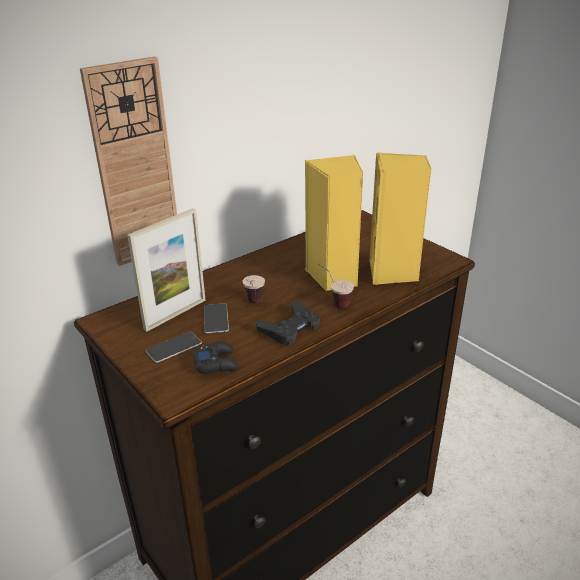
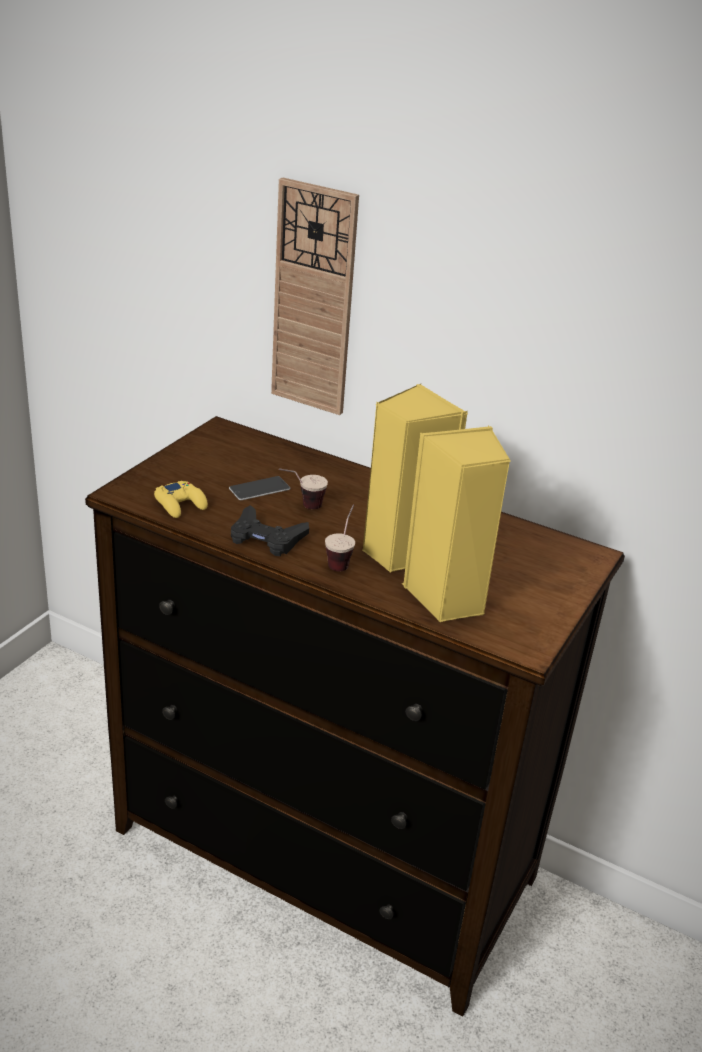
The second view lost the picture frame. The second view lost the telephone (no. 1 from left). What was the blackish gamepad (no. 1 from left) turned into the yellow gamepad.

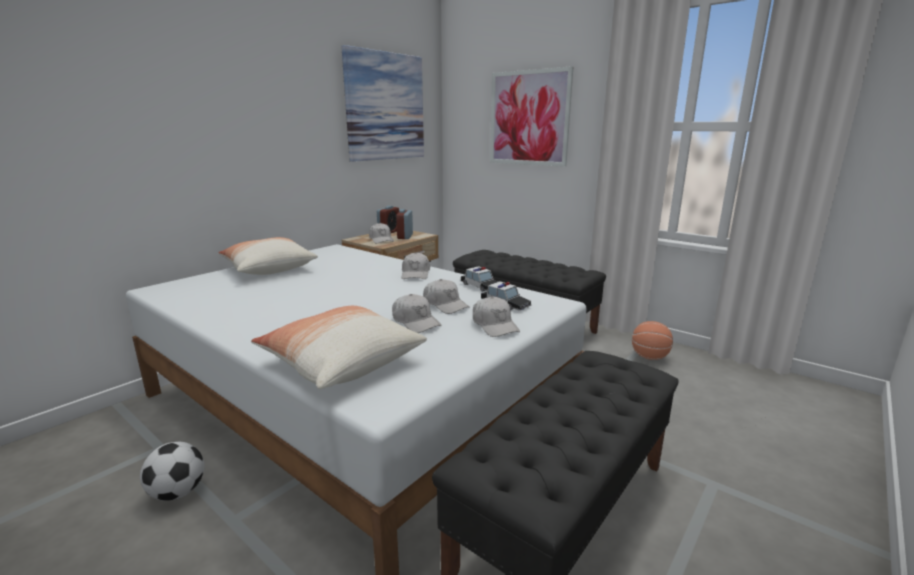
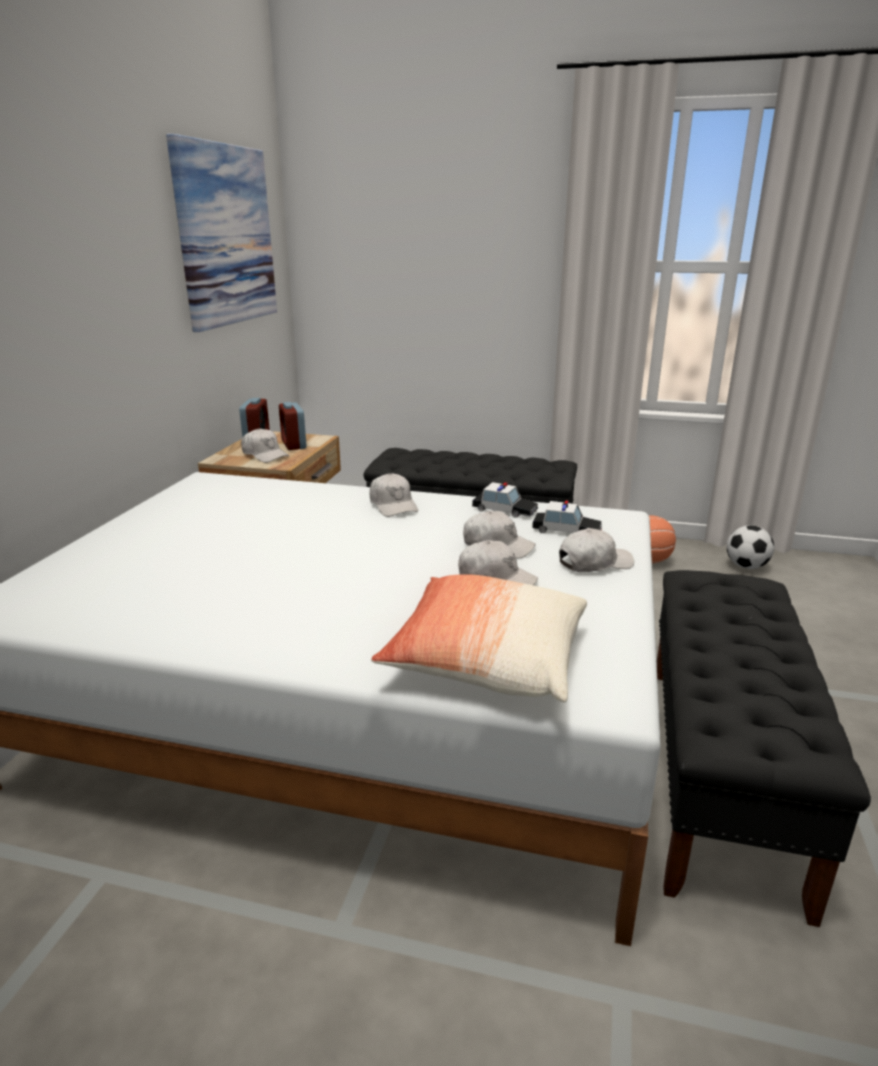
The second view lost the wall art (no. 2 from left). The second view lost the throw pillow (no. 1 from left). The whitish peaked cap (no. 5 from left) ended up facing another way, 60 degrees counterclockwise from before. The football ball ended up elsewhere.

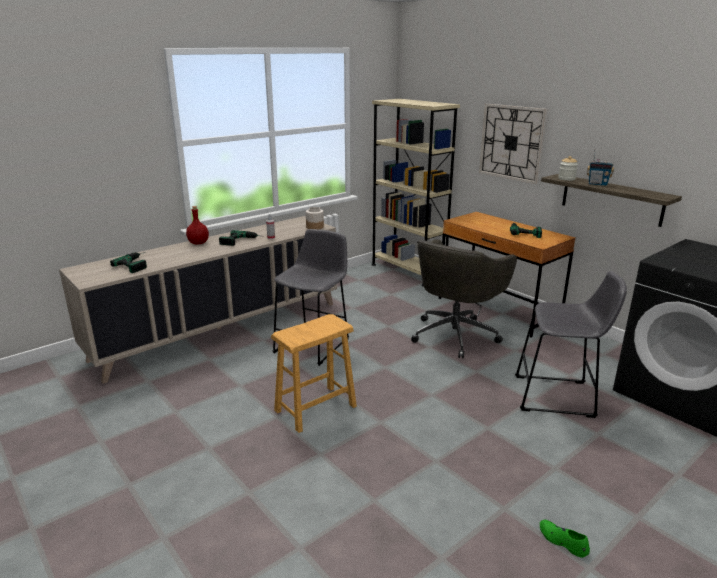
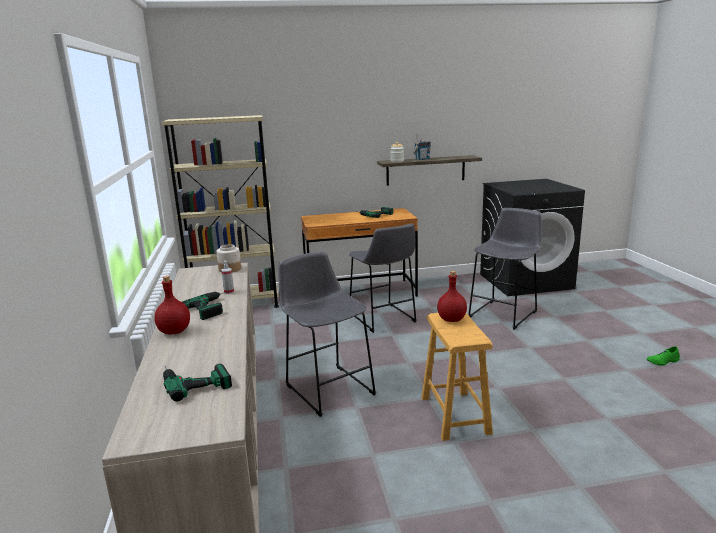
The second view lost the wall clock. Where the gray office chair stood, the gray sitting stool (no. 2 from left) came to stand. The second view gained the red-coloured bottle (no. 2 from left).

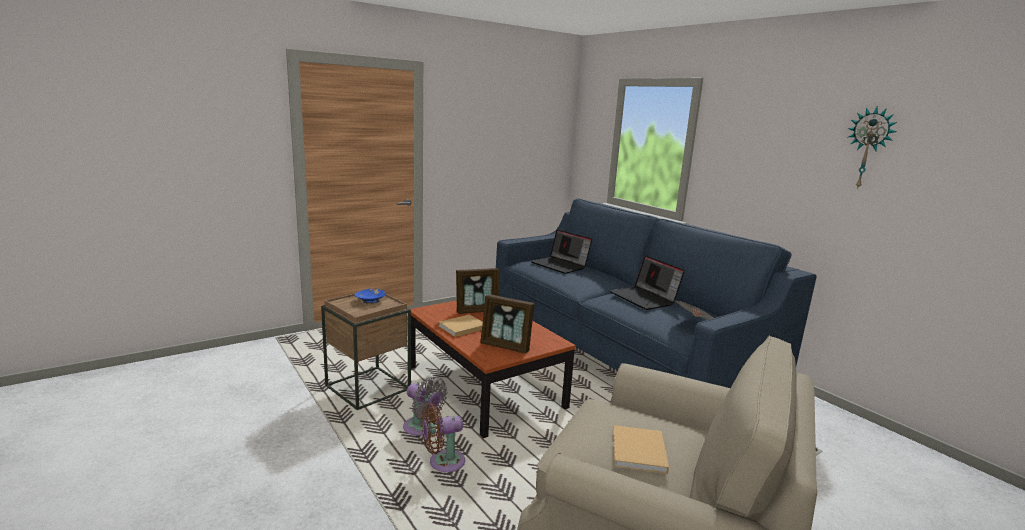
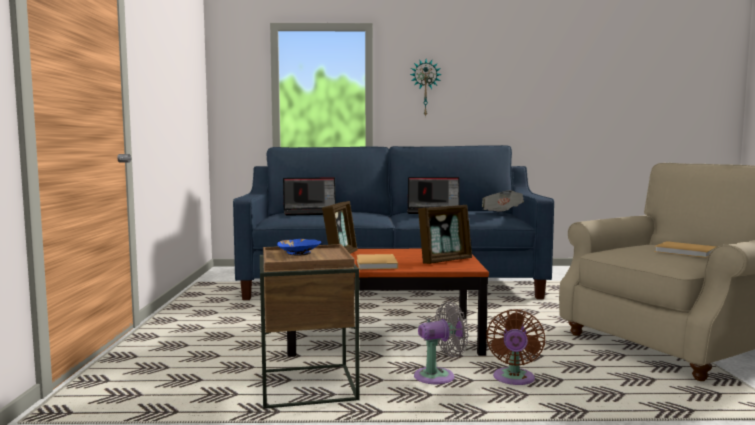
The wall clock ended up elsewhere.

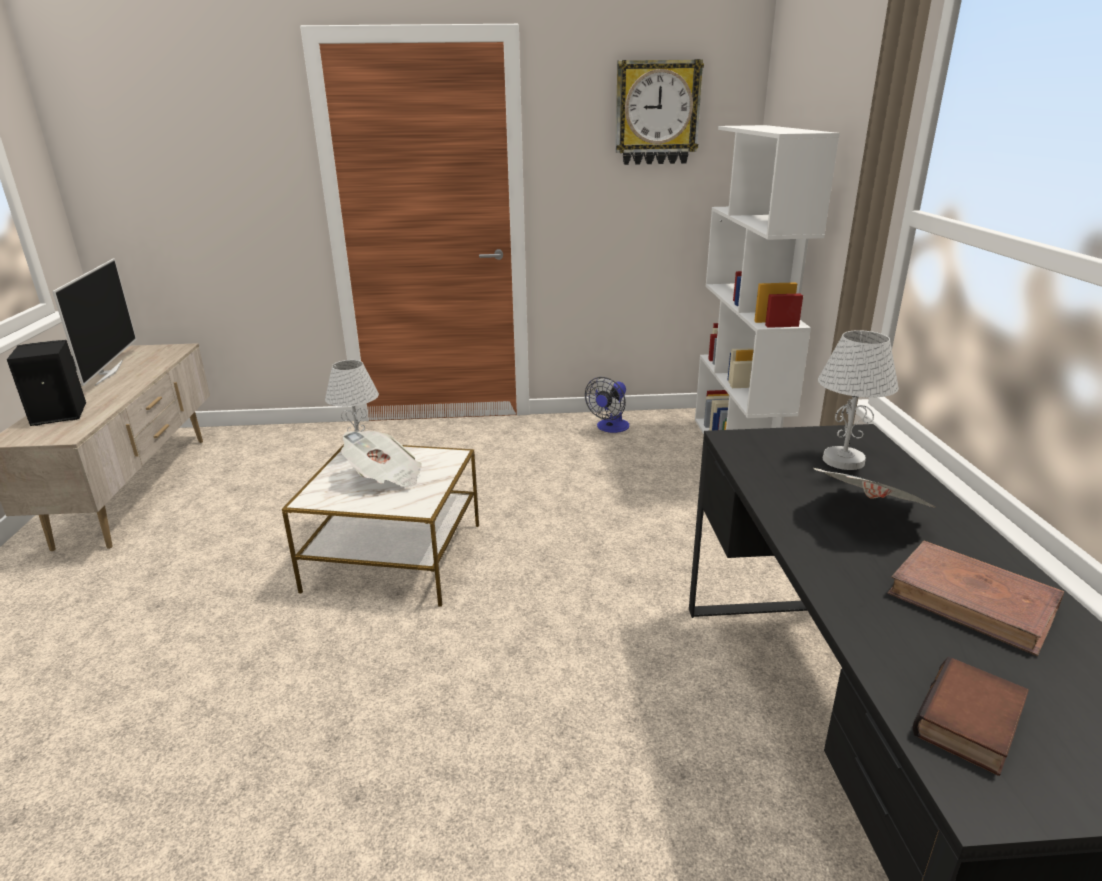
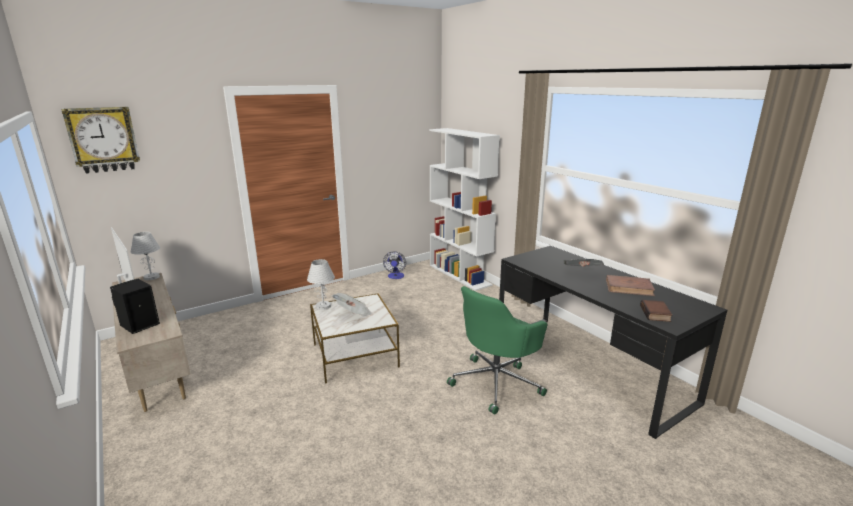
The wall clock ended up elsewhere. The whitish lamp for a table (no. 2 from left in the first image) ended up elsewhere. The second view gained the green office chair.

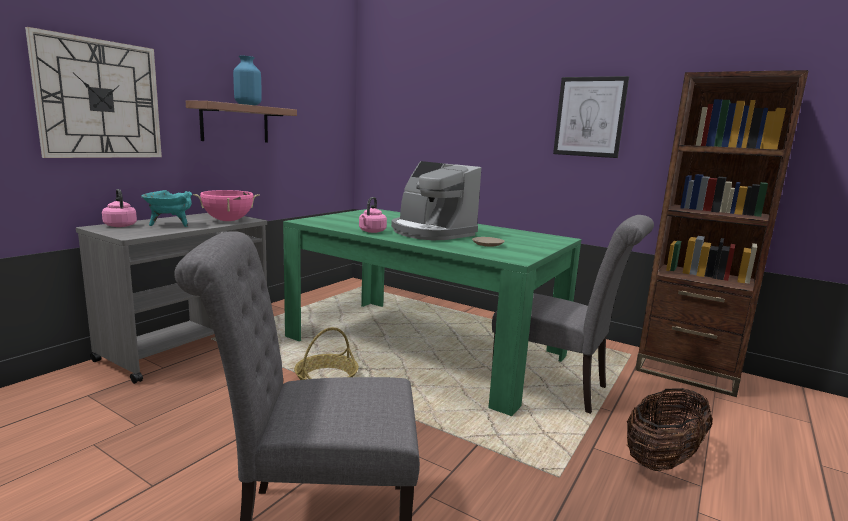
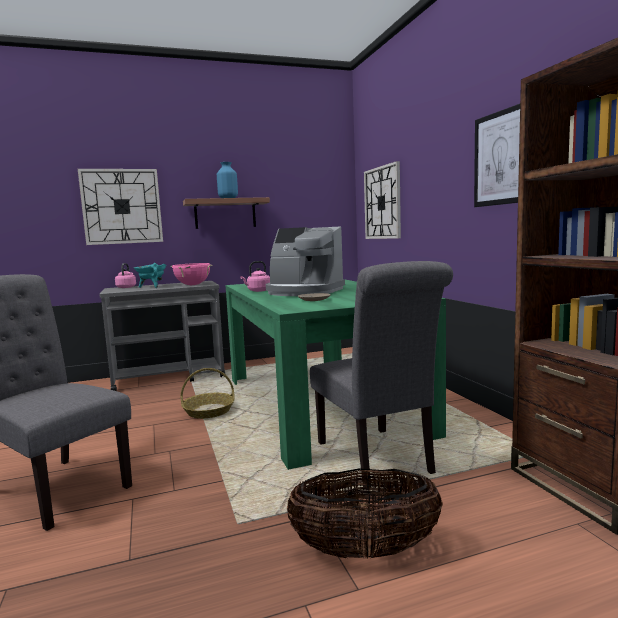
The coffee machine ended up facing another way, 60 degrees counterclockwise from before. The second view gained the wall clock (no. 2 from left).

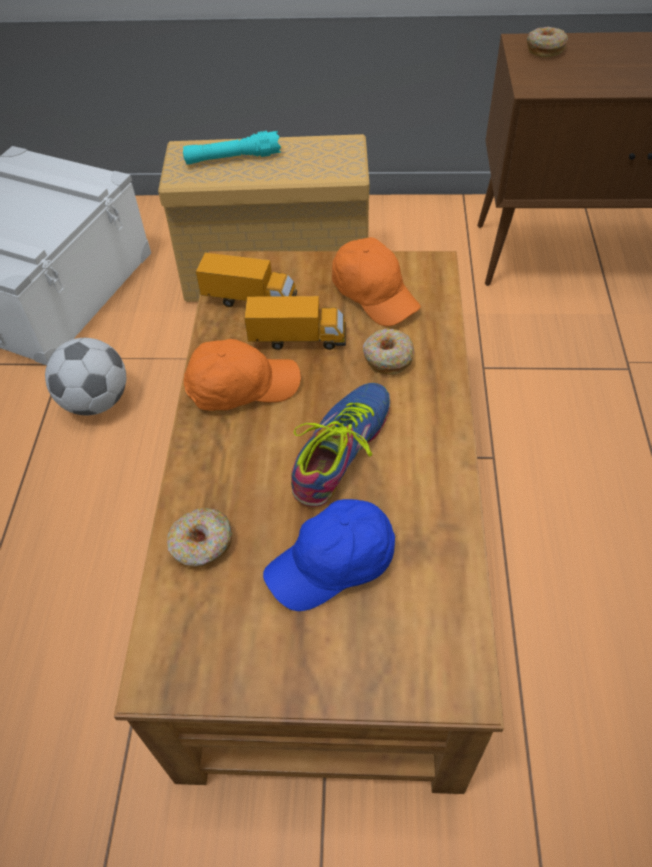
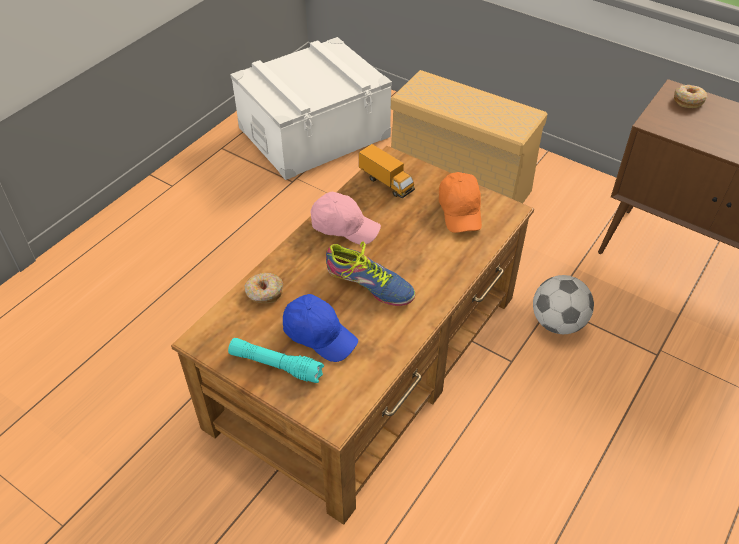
The blue-green torch ended up elsewhere. The second view lost the toy lorry (no. 2 from left). The second view lost the donut (no. 2 from left). The football ball ended up elsewhere. What was the orange peaked cap (no. 1 from left) turned into the pink peaked cap. The low shoe ended up facing another way, 60 degrees clockwise from before. The bluish peaked cap ended up facing another way, 150 degrees counterclockwise from before.

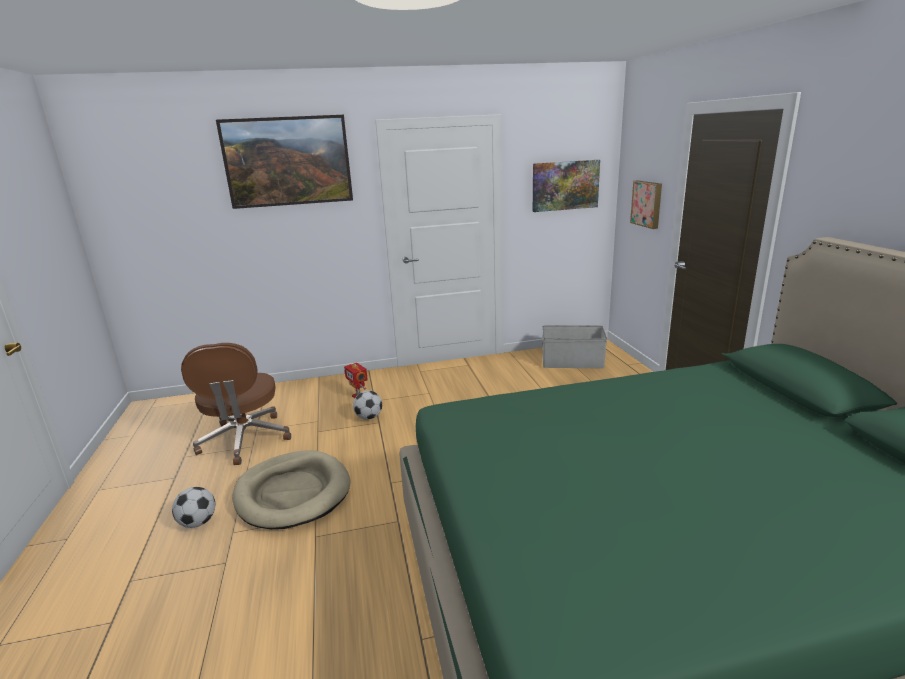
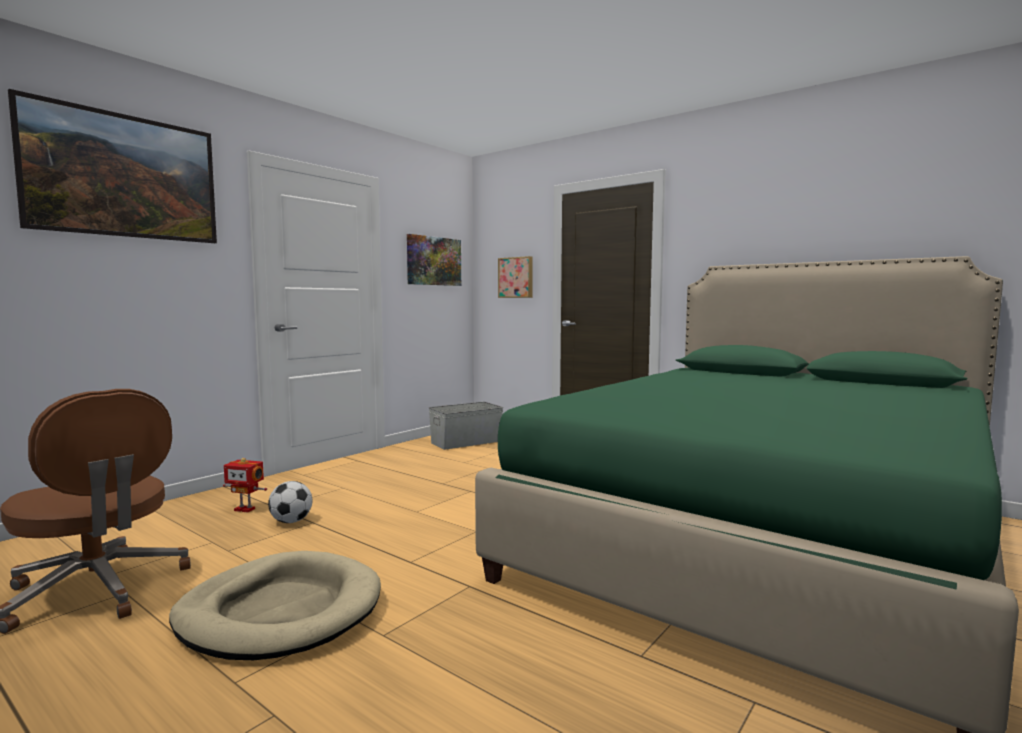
The second view lost the football ball (no. 1 from left).

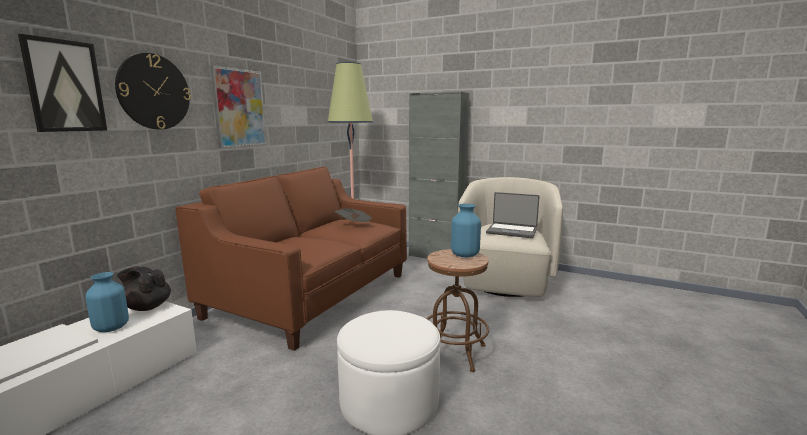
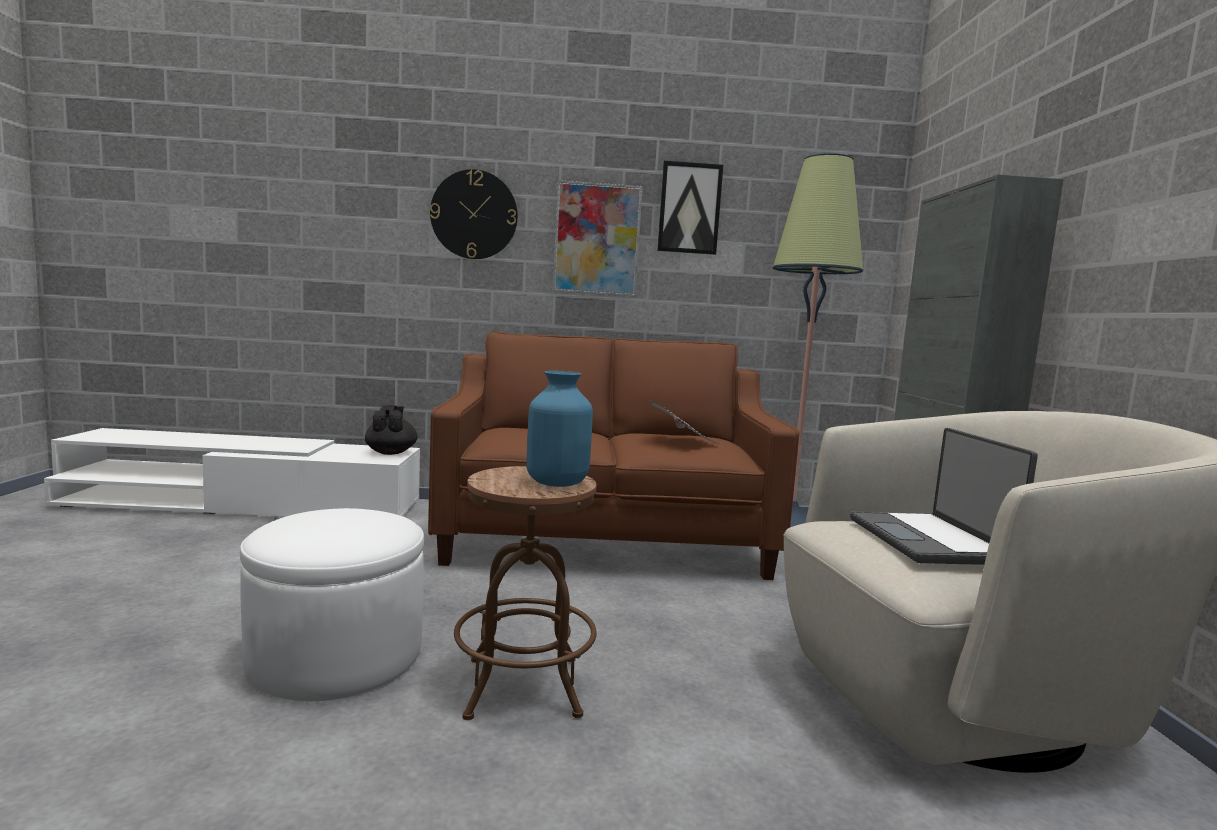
The wall art (no. 1 from left in the first image) ended up elsewhere. The second view lost the bluish flower vase (no. 1 from left).

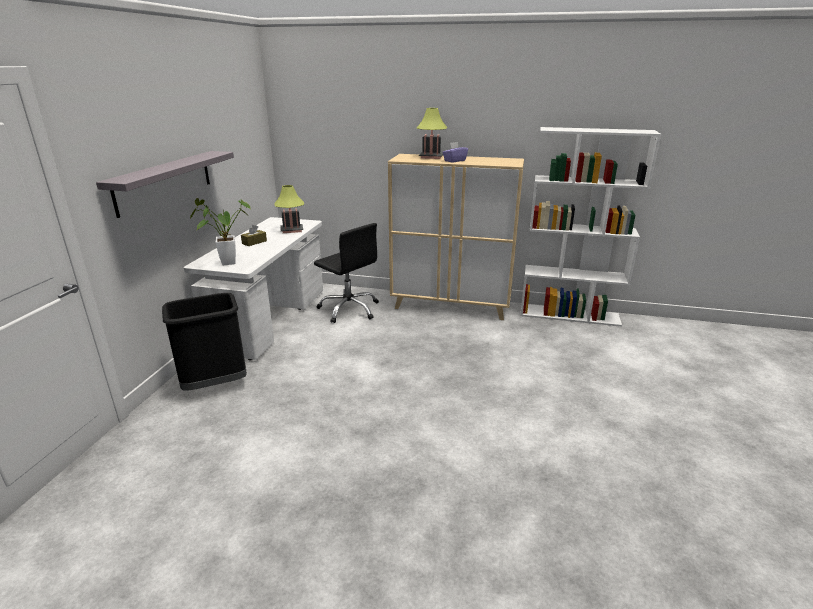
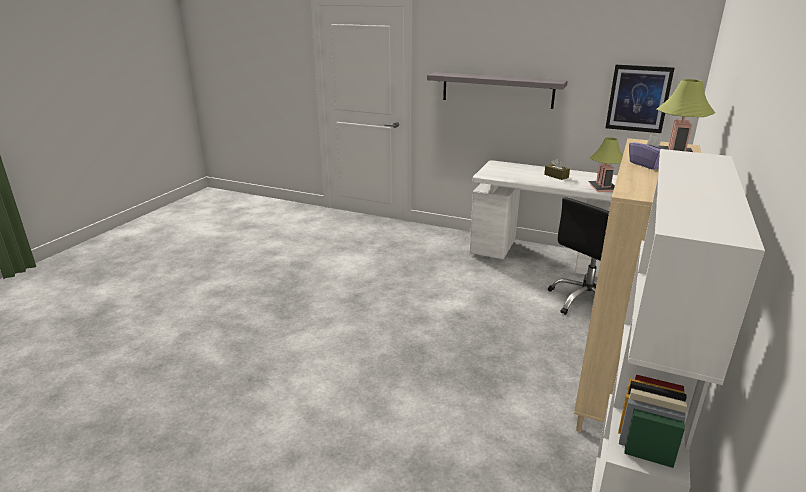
The second view lost the plant in a pot. The second view lost the blackish rubbish bin. The second view gained the wall art.

